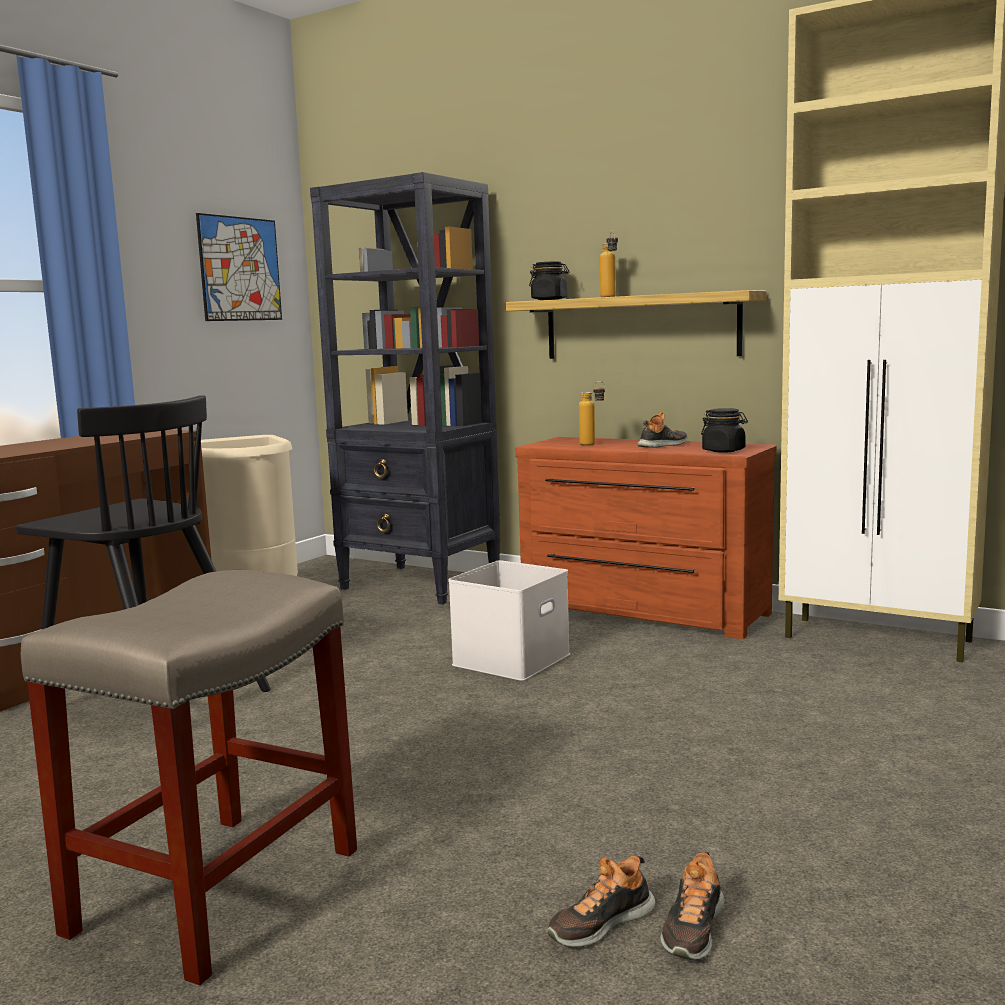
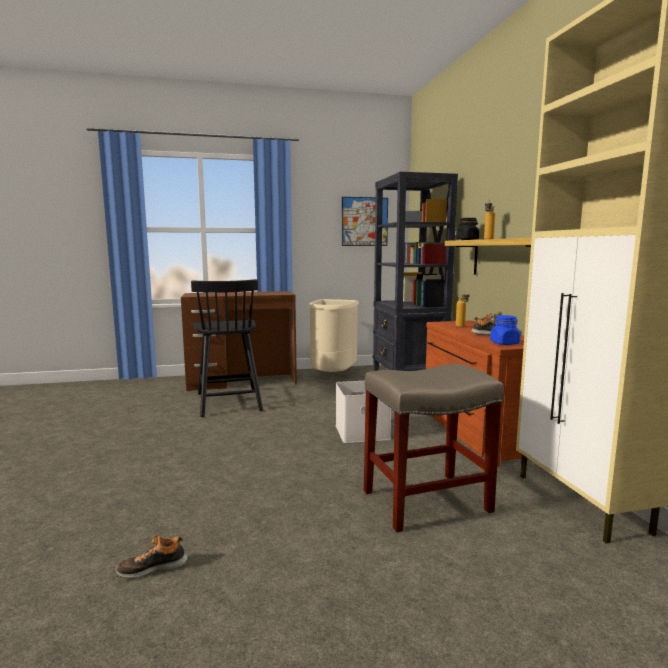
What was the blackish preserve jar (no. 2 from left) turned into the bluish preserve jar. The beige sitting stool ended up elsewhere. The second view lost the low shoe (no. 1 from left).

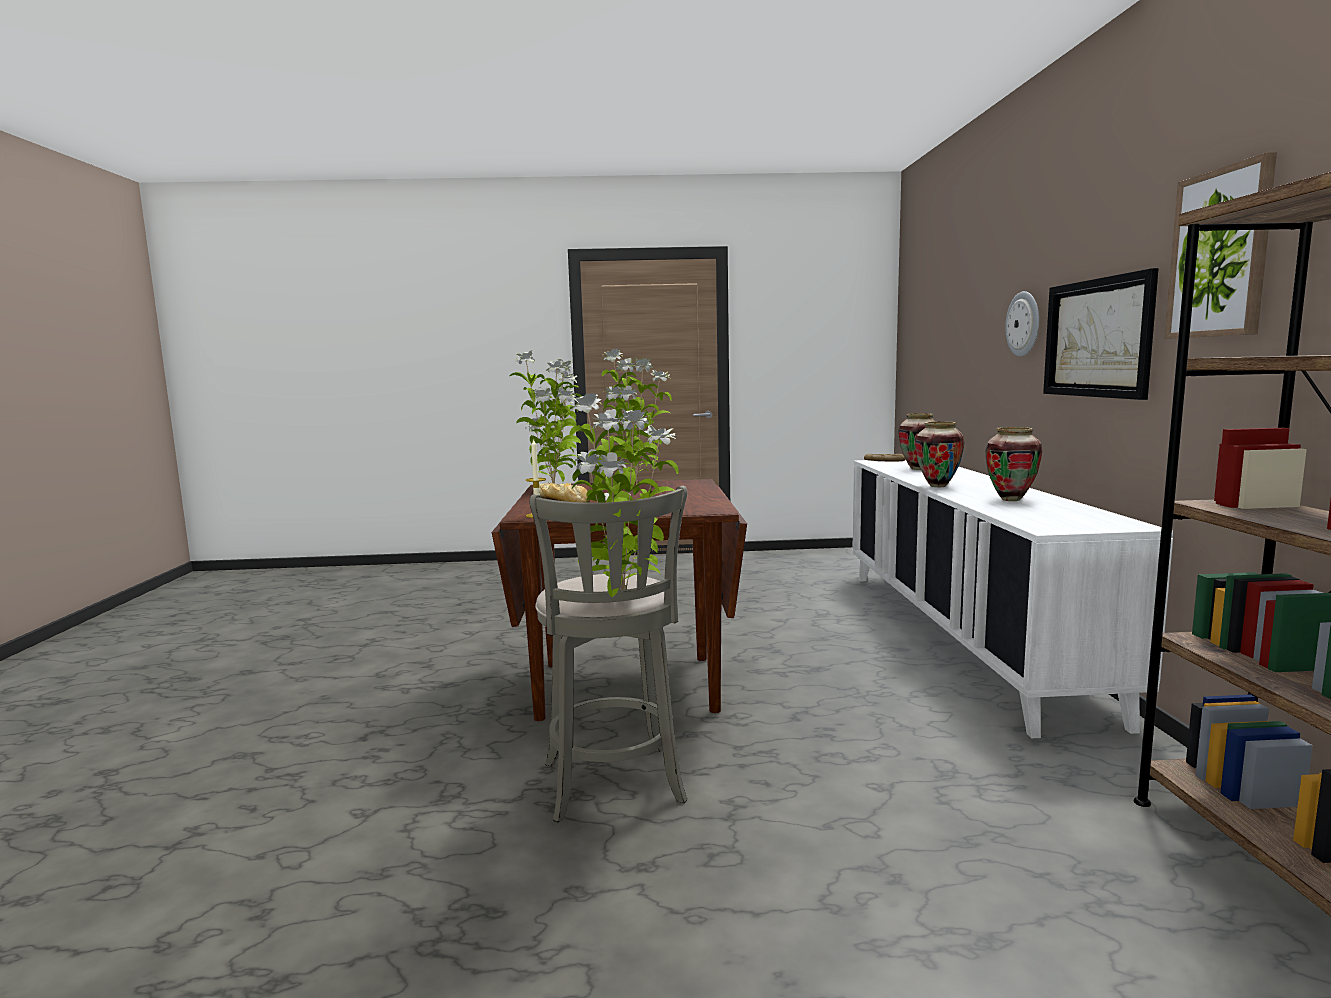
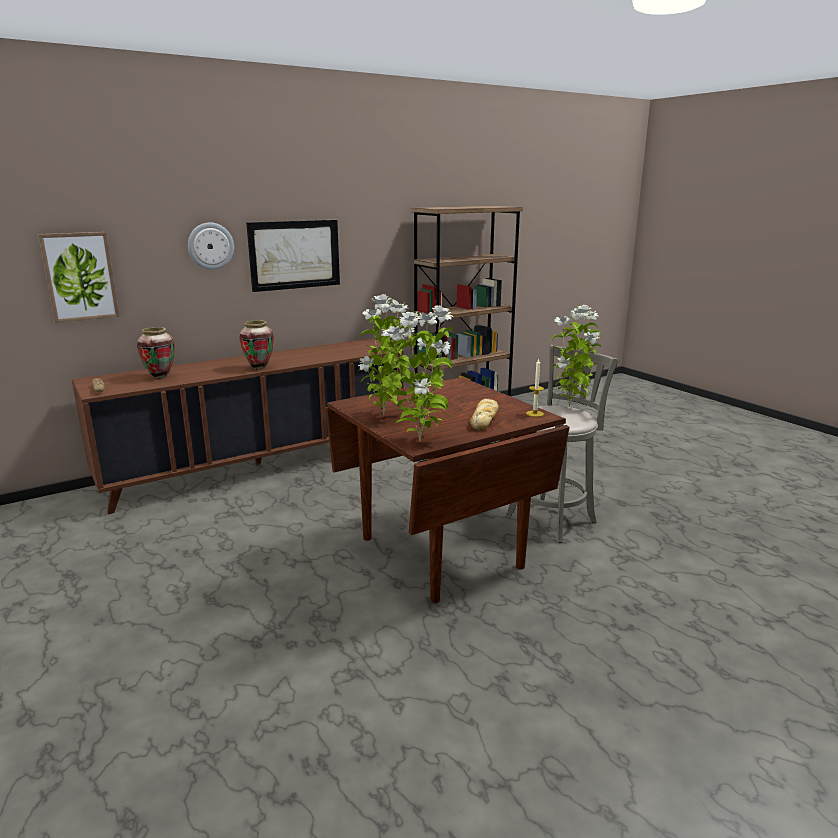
The wall art (no. 2 from left in the first image) ended up elsewhere. The second view lost the flower vase (no. 3 from left). What was the whitish cabinet turned into the brownish cabinet.

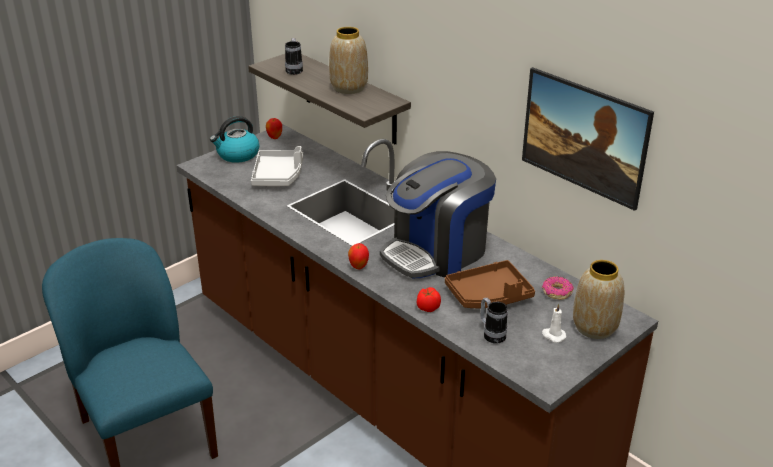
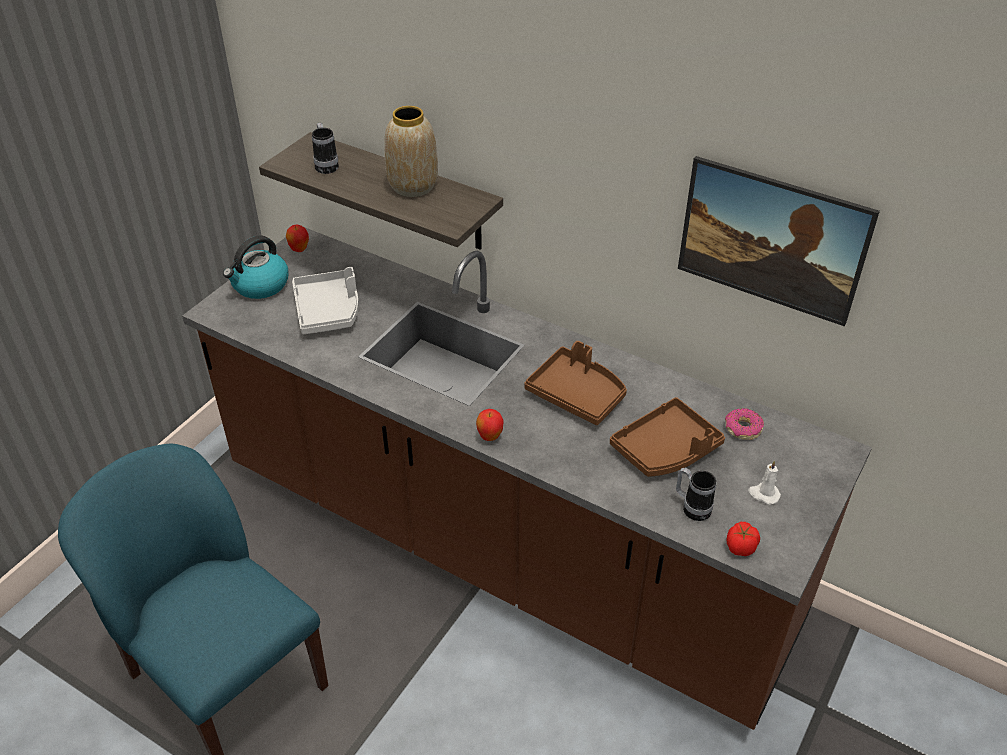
Where the coffee machine stood, the brownish tray (no. 1 from left) came to stand. The second view lost the flower vase (no. 2 from left). The tomato ended up elsewhere.

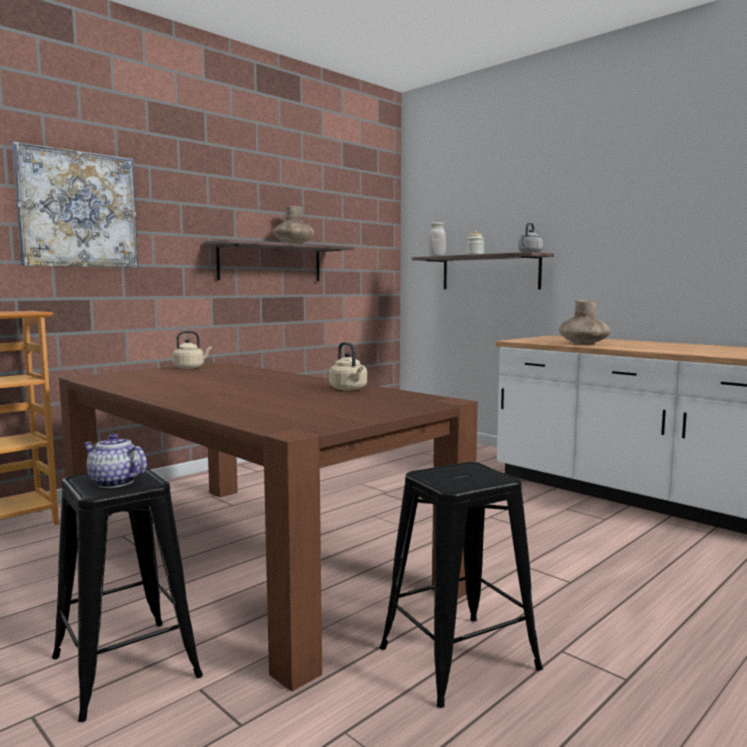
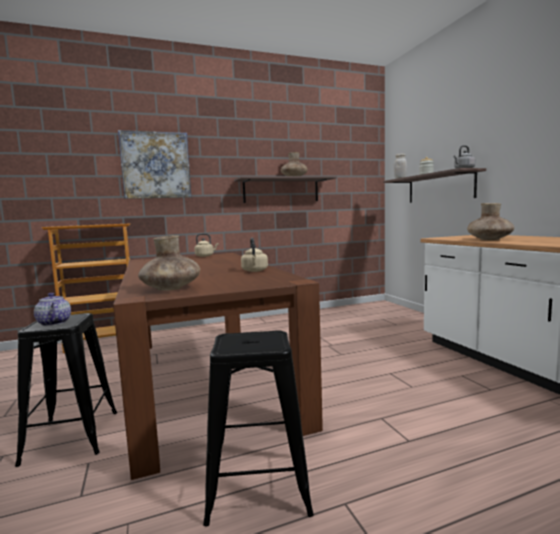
The second view gained the brownish flower vase (no. 1 from left).

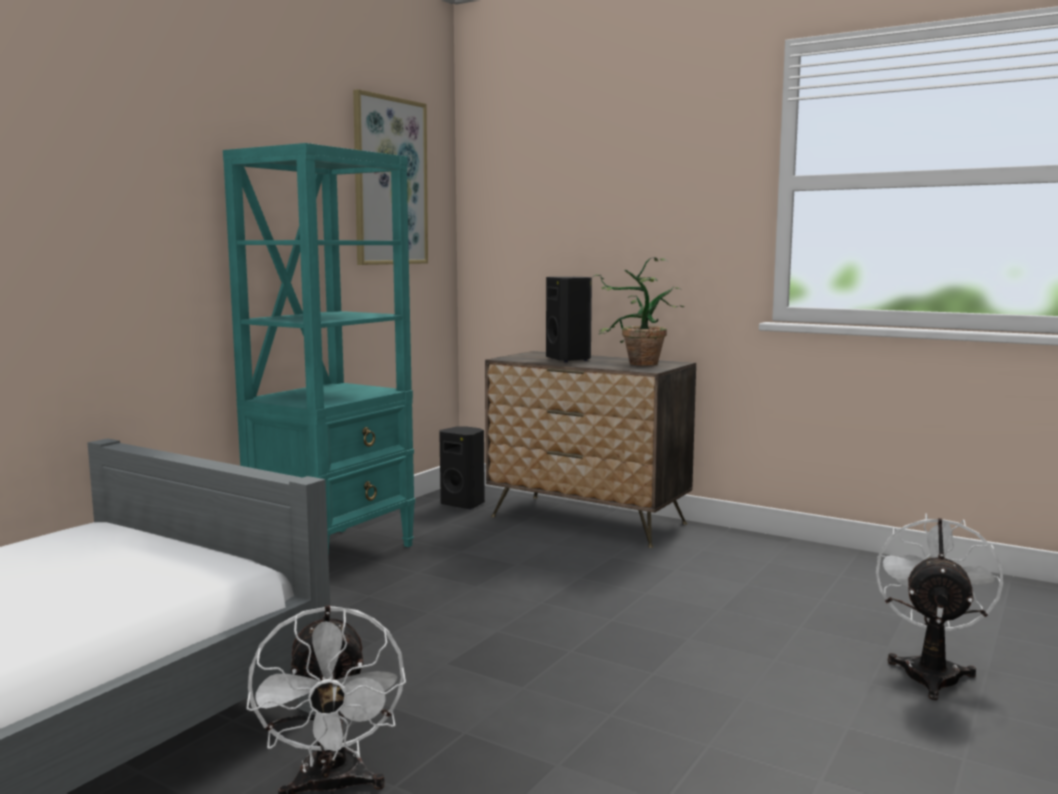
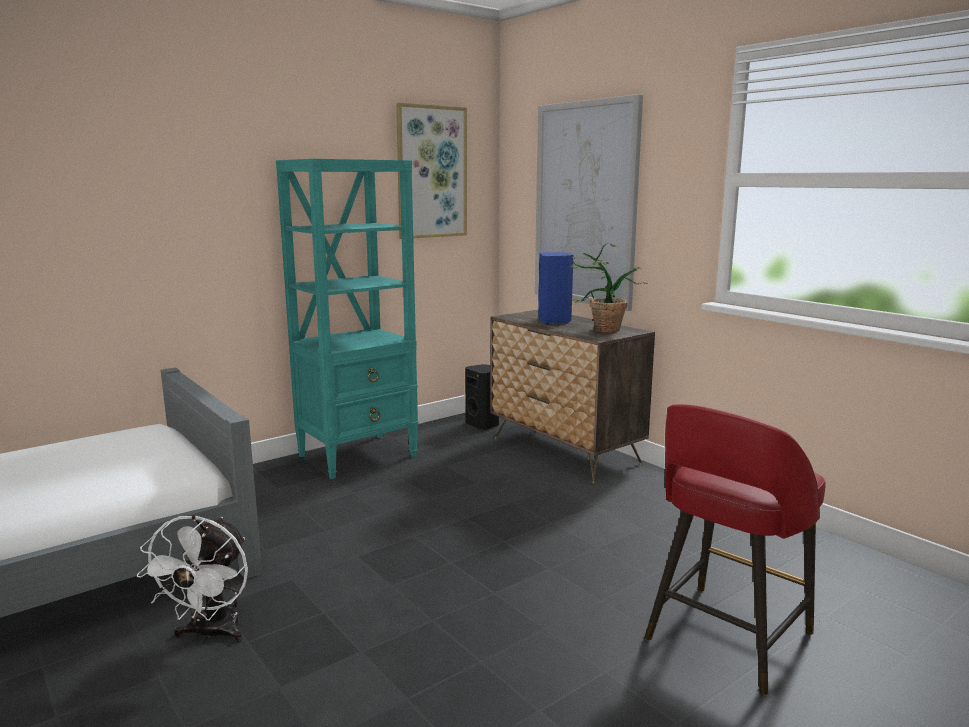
What was the blackish speaker (no. 2 from left) turned into the bluish speaker. Where the whitish fan (no. 2 from left) stood, the red-coloured sitting stool came to stand. The second view gained the wall art (no. 2 from left).

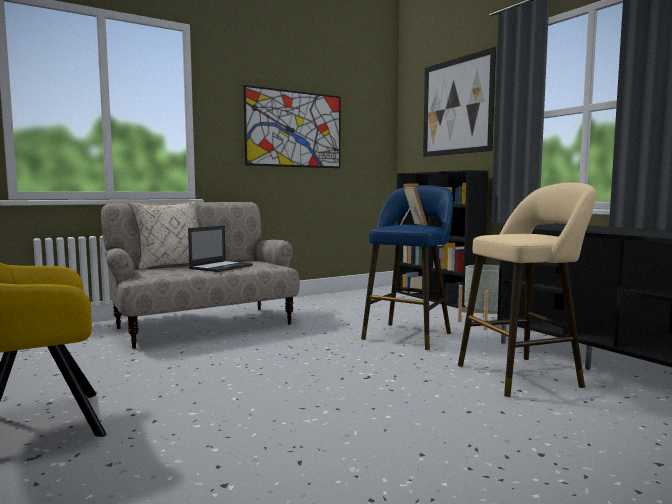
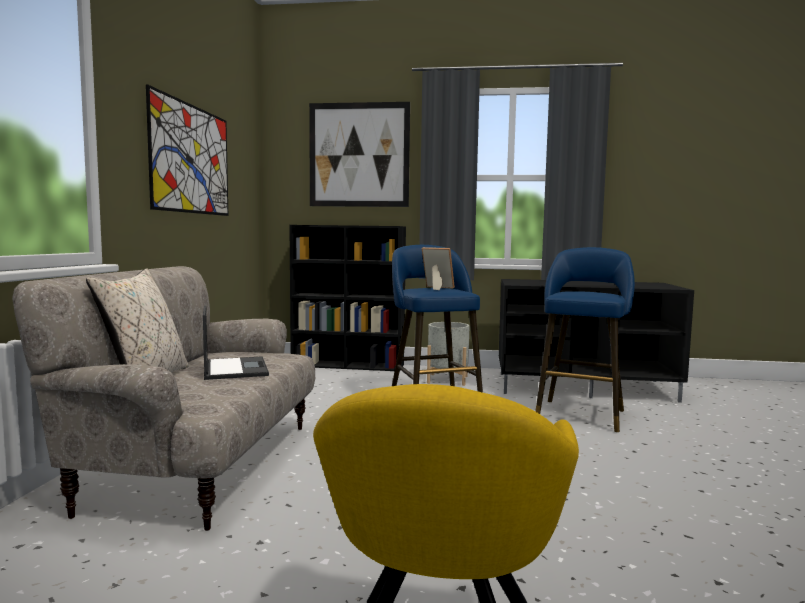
What was the beige sitting stool turned into the bluish sitting stool (no. 2 from left).

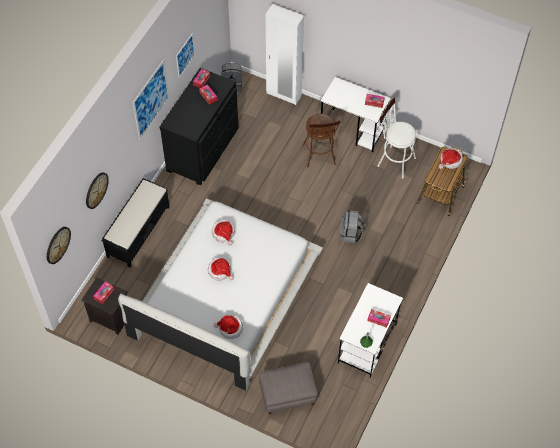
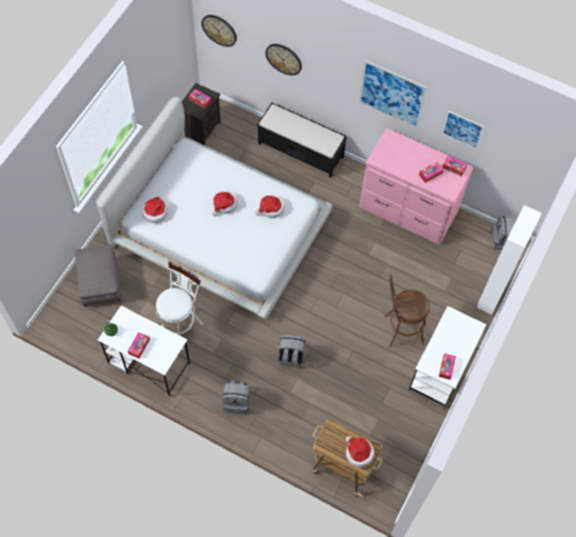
What was the blackish chest of drawers turned into the pink chest of drawers. The whitish sitting stool ended up elsewhere. The second view gained the gray knapsack (no. 1 from left).

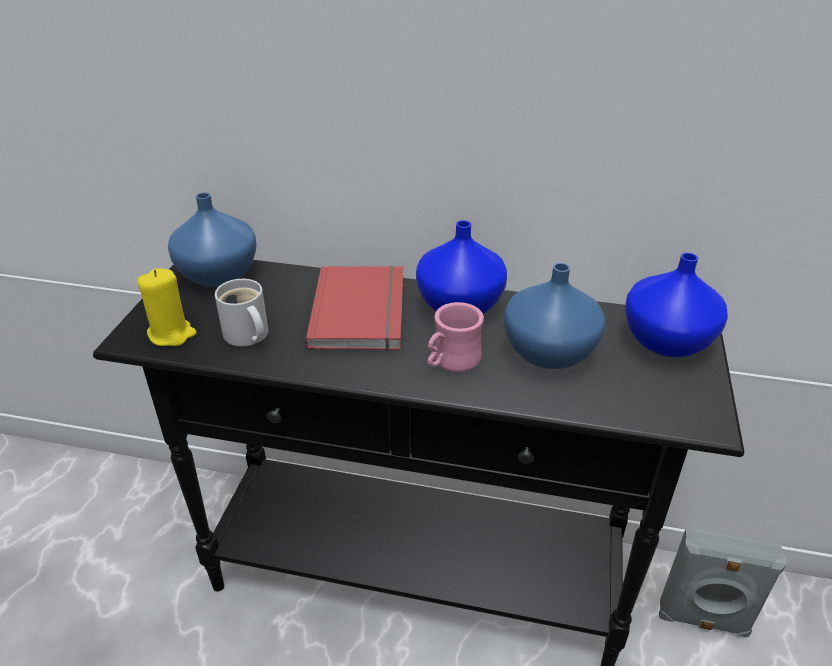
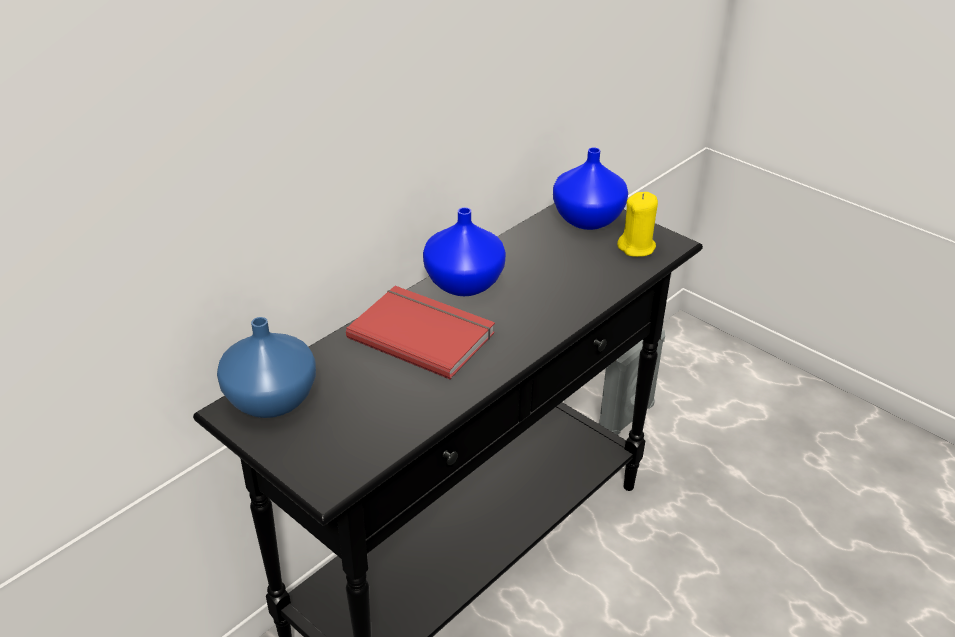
The second view lost the bluish flower vase (no. 3 from left). The yellow candle ended up elsewhere. The second view lost the whitish tea mug. The second view lost the pink tea mug.

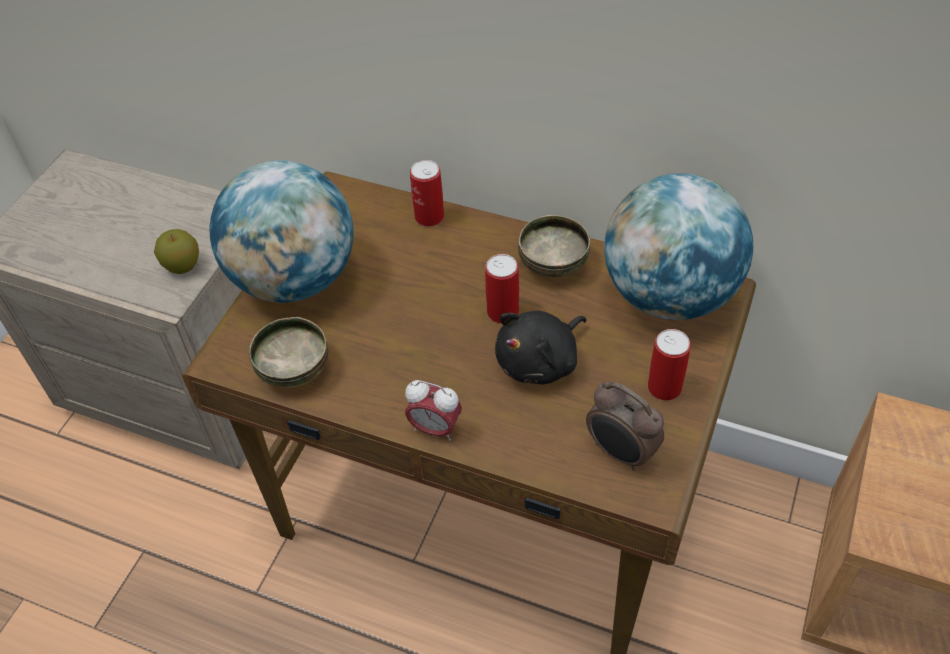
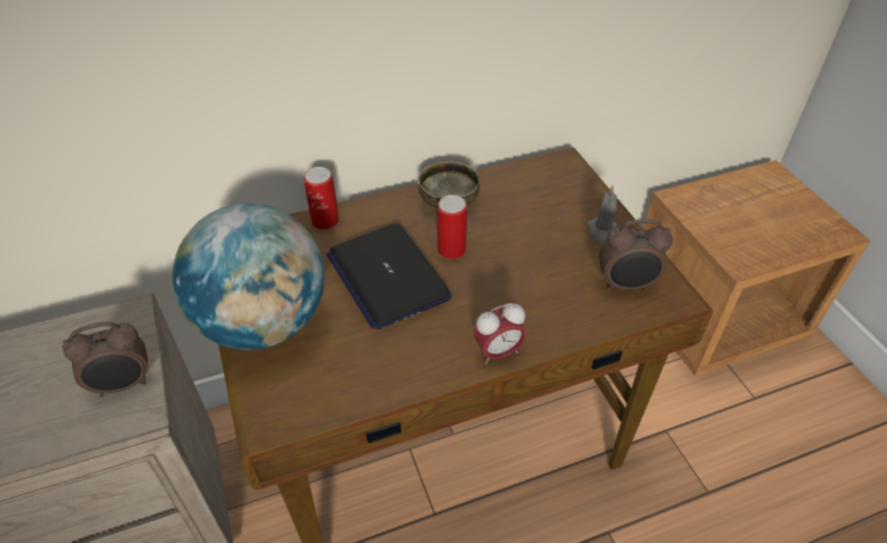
The second view lost the desk globe (no. 2 from left). Where the apple stood, the alarm clock (no. 1 from left) came to stand. The second view lost the blackish cuddly toy. The second view lost the serving bowl (no. 1 from left). Where the can (no. 3 from left) stood, the gray candle came to stand. The second view gained the portable computer.

